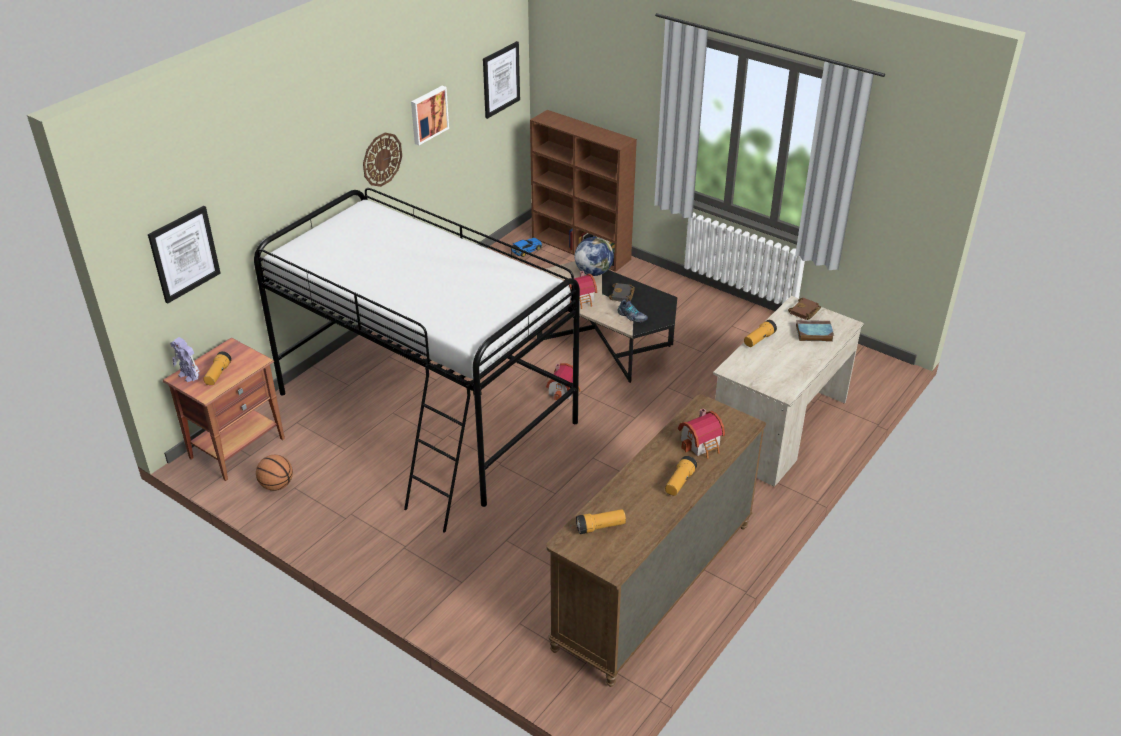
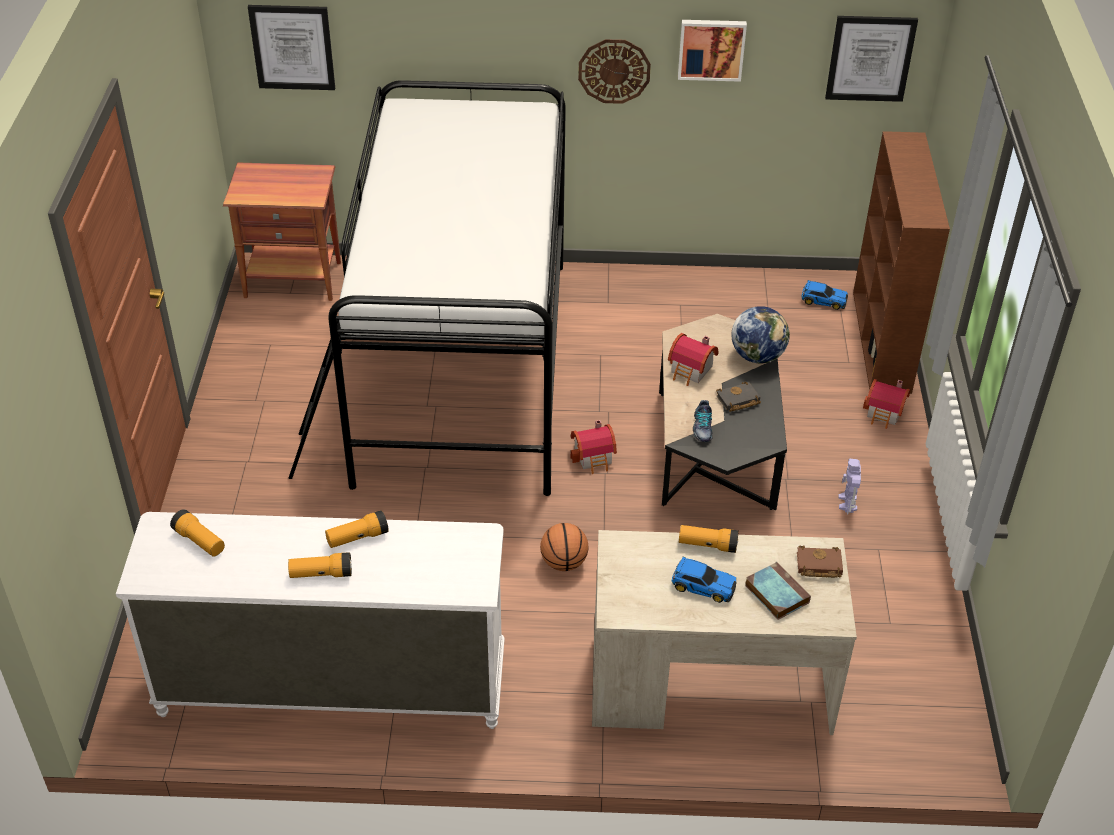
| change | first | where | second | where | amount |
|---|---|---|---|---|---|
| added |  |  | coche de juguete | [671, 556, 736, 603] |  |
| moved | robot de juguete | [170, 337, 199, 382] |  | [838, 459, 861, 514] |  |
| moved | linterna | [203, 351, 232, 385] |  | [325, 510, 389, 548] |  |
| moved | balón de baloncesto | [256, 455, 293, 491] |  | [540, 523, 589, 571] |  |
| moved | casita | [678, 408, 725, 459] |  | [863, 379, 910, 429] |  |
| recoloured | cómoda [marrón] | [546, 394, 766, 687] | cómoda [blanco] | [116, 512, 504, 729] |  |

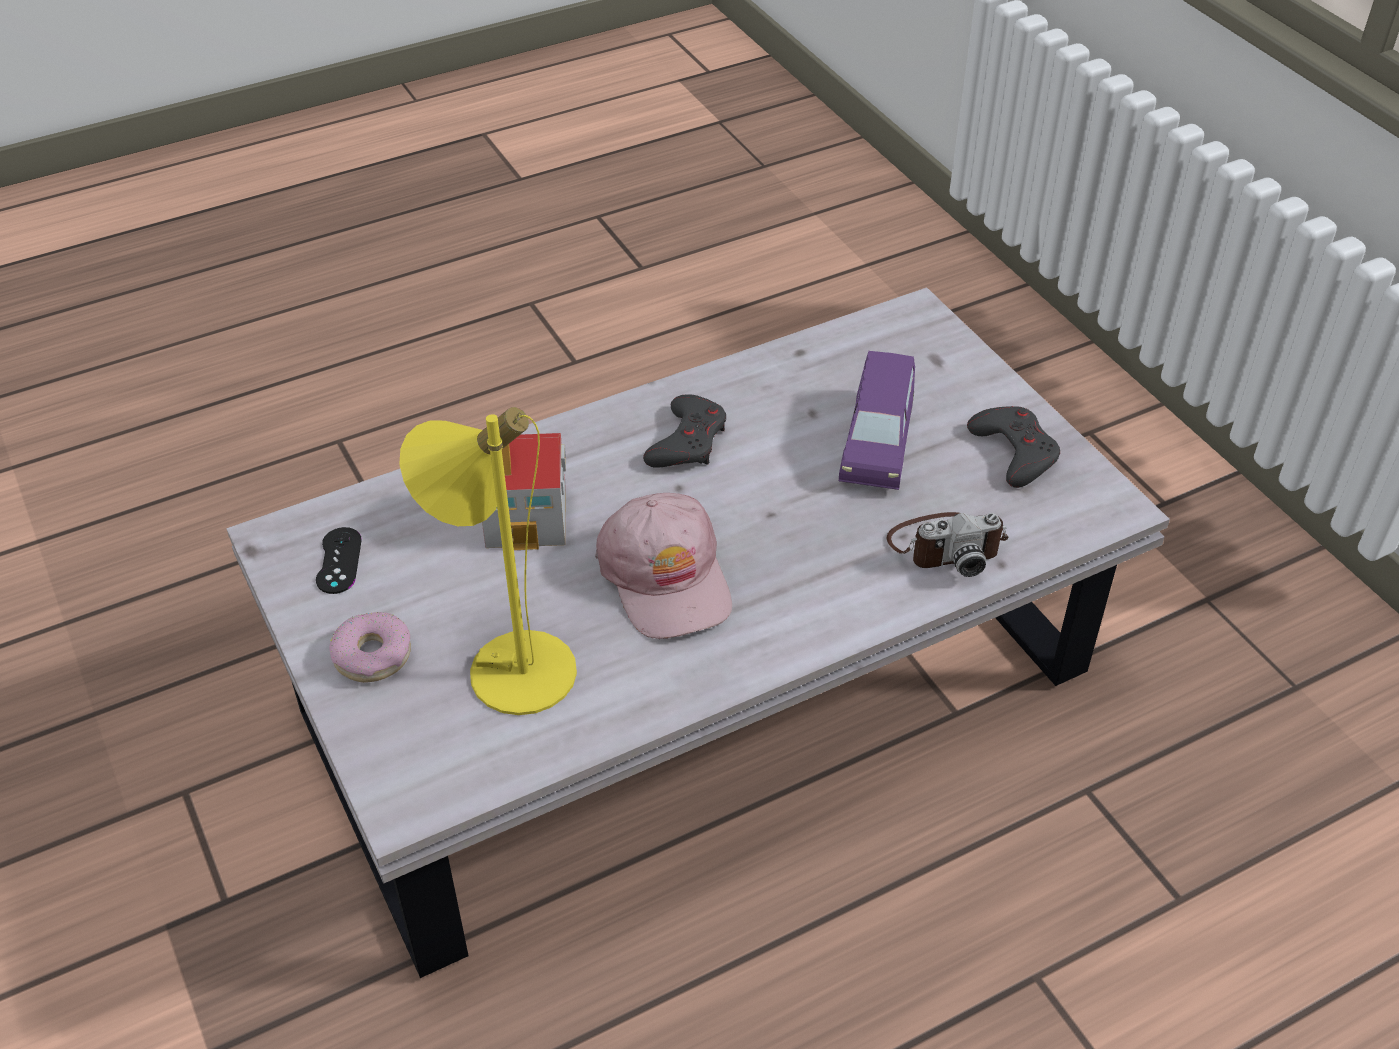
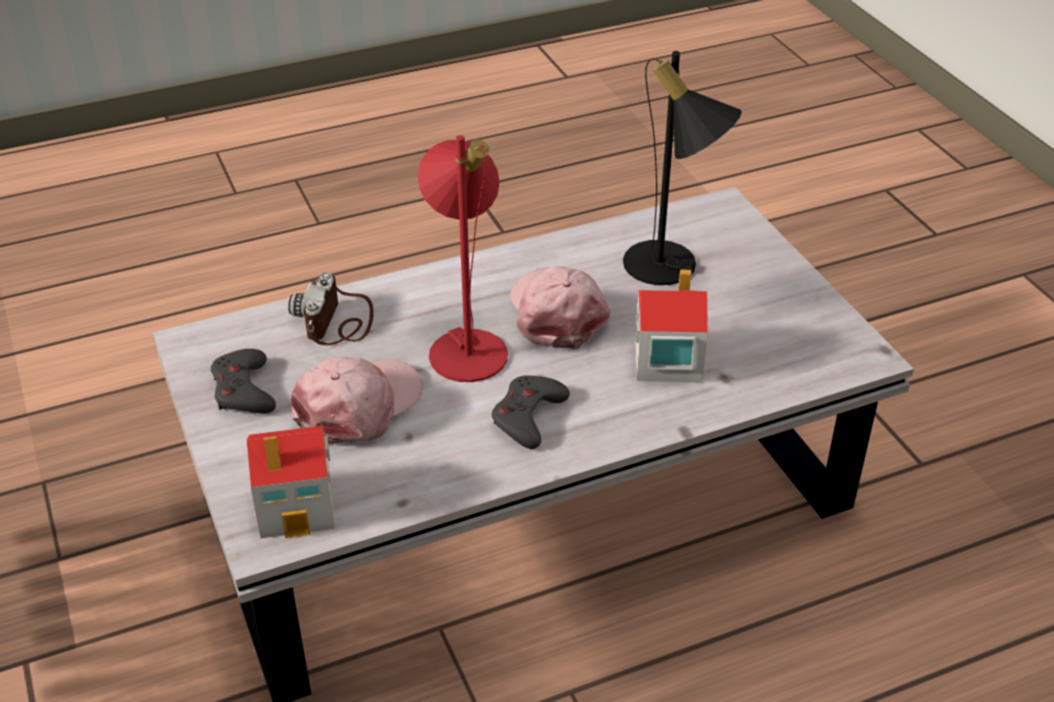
| change | first | where | second | where | amount |
|---|---|---|---|---|---|
| removed | mando de consola [negro] | [316, 527, 362, 594] |  |  |  |
| removed | rosquilla | [329, 612, 411, 683] |  |  |  |
| added |  |  | casita | [247, 426, 335, 538] |  |
| added |  |  | lámpara de mesa [rojo] | [418, 135, 508, 382] |  |
| replaced | coche de juguete [morado] | [839, 351, 915, 490] | gorra [rosa] | [291, 357, 423, 443] |  |
| recoloured | lámpara de mesa [amarillo] | [399, 407, 577, 715] | lámpara de mesa [negro] | [623, 51, 742, 285] |  |
| turned | cámara | [886, 512, 1008, 577] |  | [288, 272, 374, 345] | 75 degrees counterclockwise |

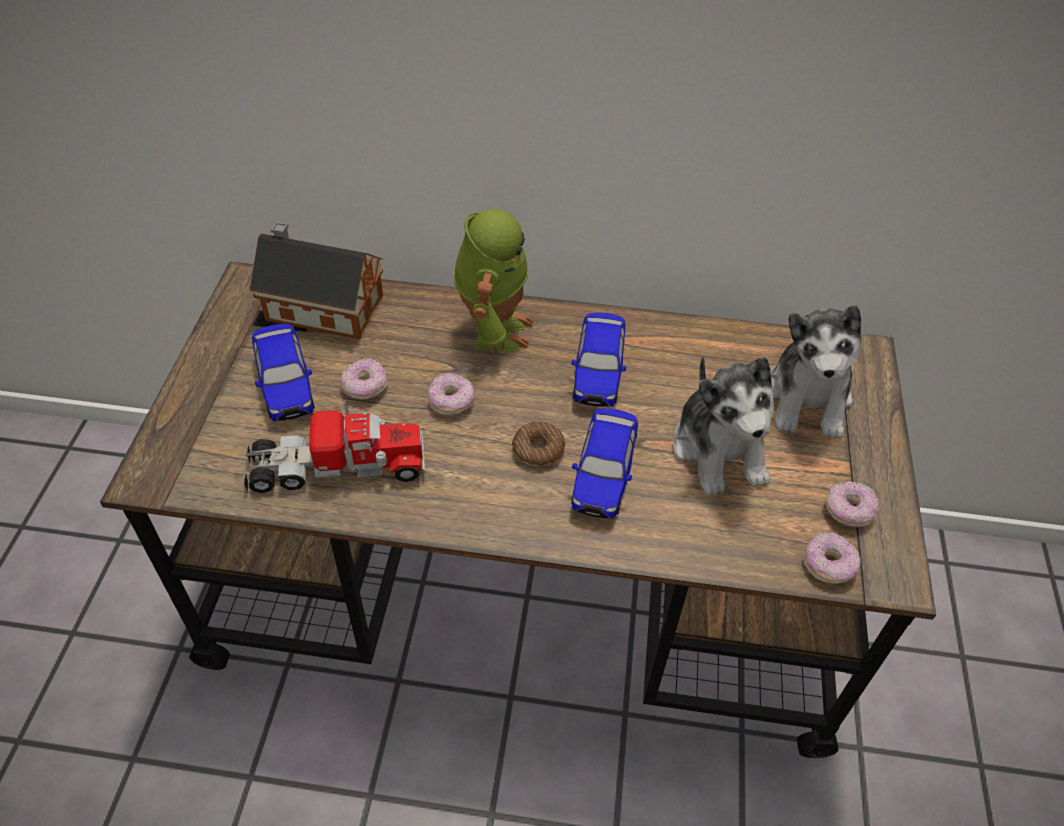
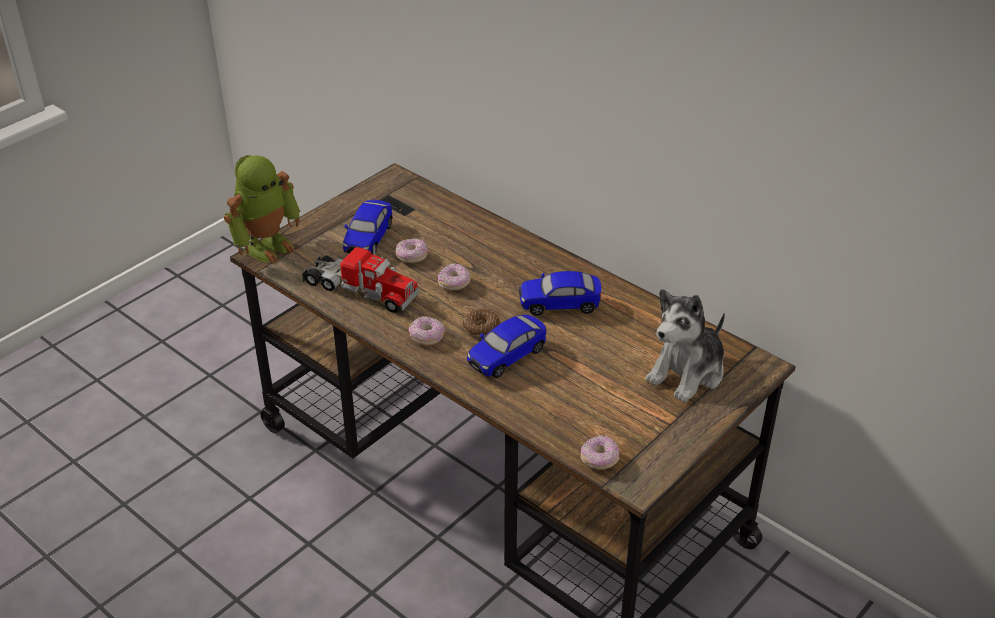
| change | first | where | second | where | amount |
|---|---|---|---|---|---|
| removed | casita | [249, 222, 383, 340] |  |  |  |
| removed | peluche | [673, 355, 774, 496] |  |  |  |
| moved | robot de juguete | [454, 209, 534, 354] |  | [224, 155, 300, 263] |  |
| moved | rosquilla | [825, 481, 879, 527] |  | [409, 316, 444, 346] |  |
| turned | coche de juguete | [571, 313, 626, 407] |  | [519, 271, 601, 316] | 45 degrees clockwise |

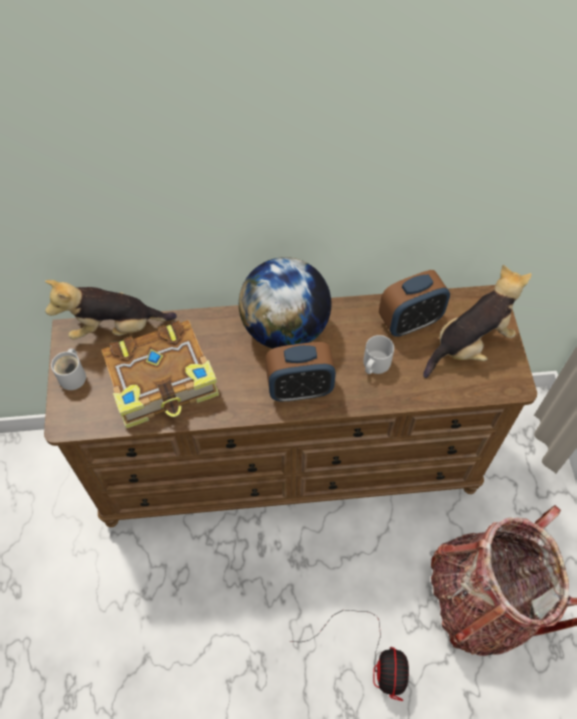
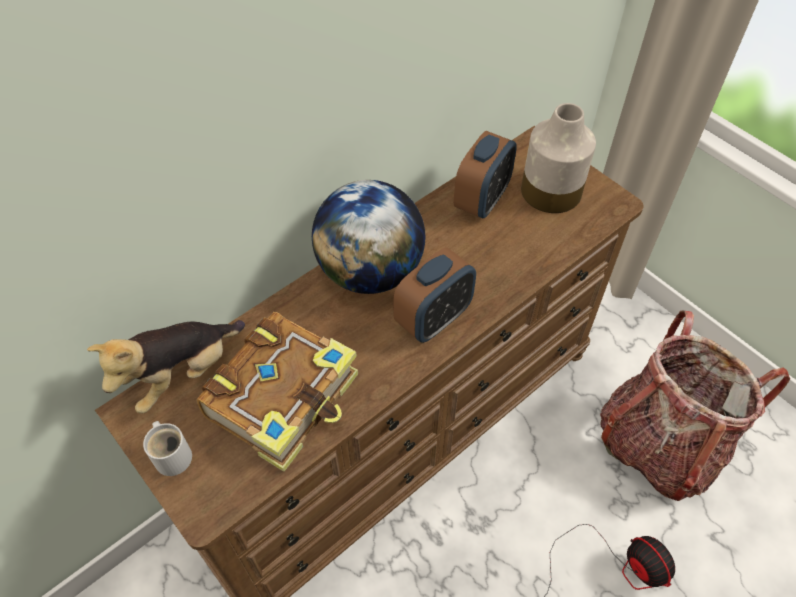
| change | first | where | second | where | amount |
|---|---|---|---|---|---|
| removed | taza grande [gris] | [363, 335, 394, 374] |  |  |  |
| replaced | peluche | [423, 265, 532, 378] | florero [beis] | [521, 103, 596, 213] |  |

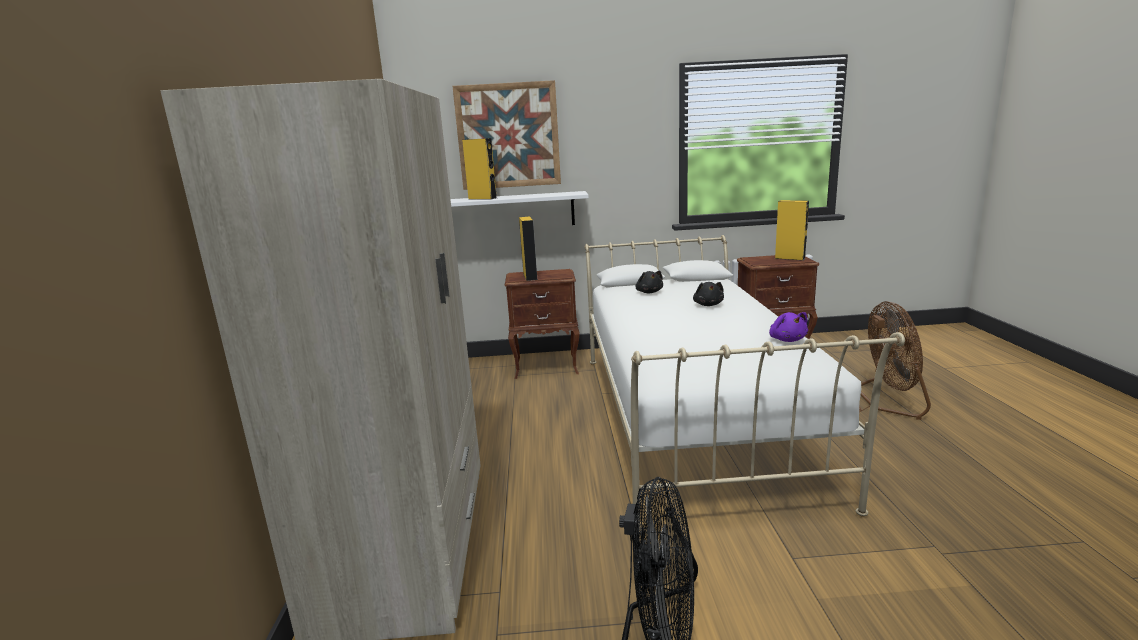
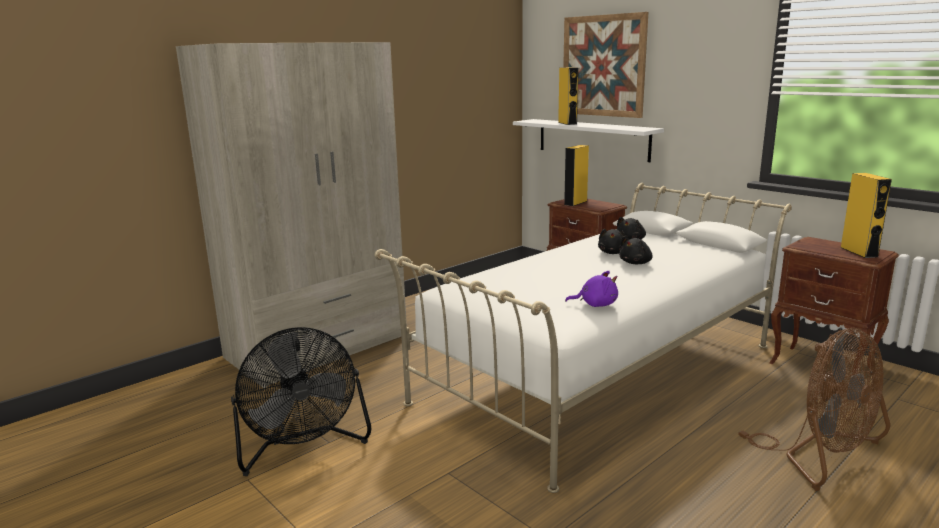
| change | first | where | second | where | amount |
|---|---|---|---|---|---|
| added |  |  | peluche [negro] | [598, 229, 626, 254] |  |
| turned | peluche [morado] | [769, 312, 808, 342] |  | [565, 271, 618, 307] | 120 degrees counterclockwise |

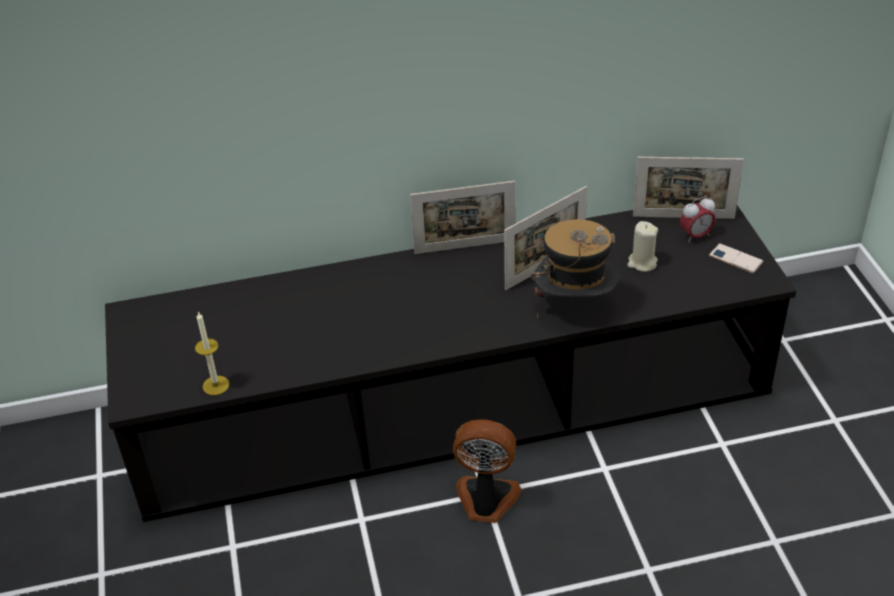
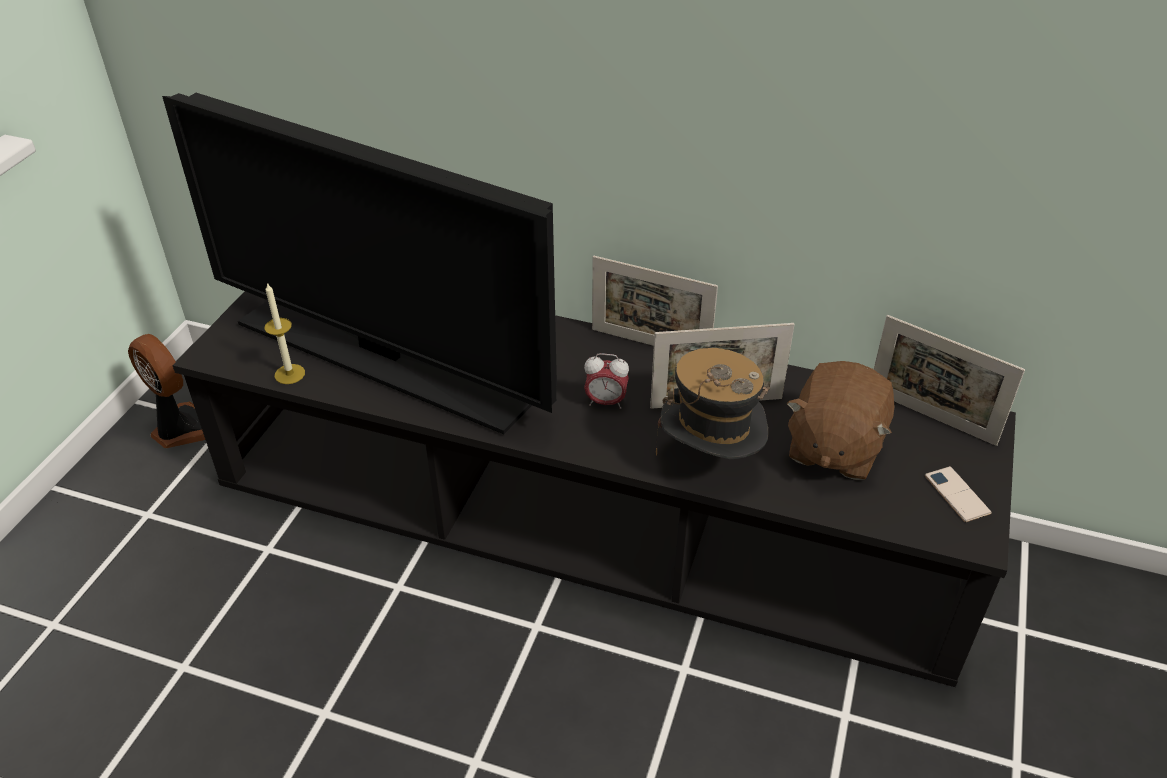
| change | first | where | second | where | amount |
|---|---|---|---|---|---|
| added |  |  | televisor | [162, 93, 557, 434] |  |
| moved | ventilador | [453, 419, 522, 523] |  | [128, 334, 205, 448] |  |
| moved | despertador | [680, 196, 716, 243] |  | [584, 353, 629, 409] |  |
| replaced | vela [beis] | [627, 221, 658, 272] | peluche [marrón] | [786, 361, 894, 480] |  |

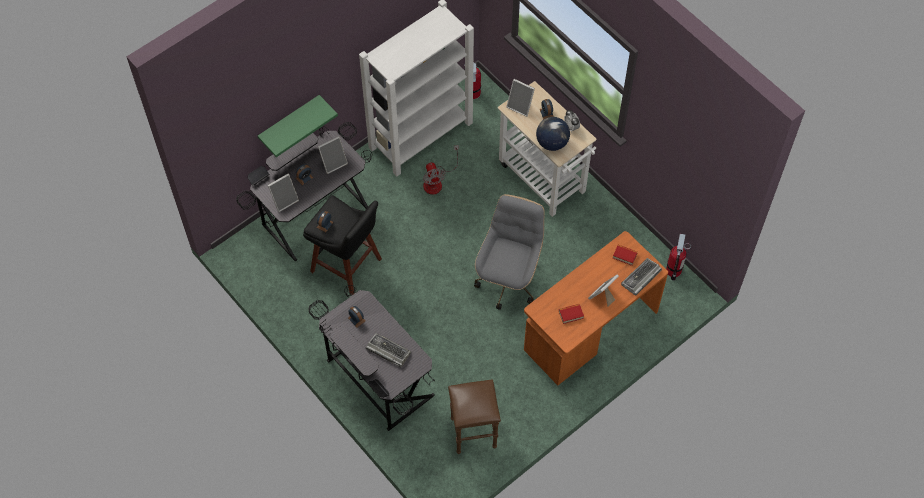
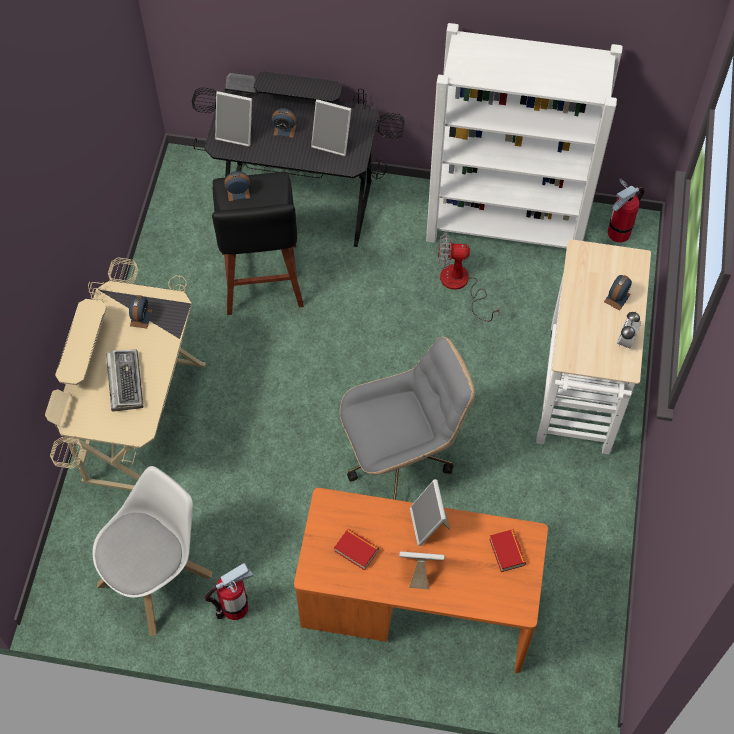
| change | first | where | second | where | amount |
|---|---|---|---|---|---|
| removed | estante [verde] | [258, 95, 338, 157] |  |  |  |
| removed | globo terráqueo | [536, 117, 570, 151] |  |  |  |
| removed | teclado | [621, 258, 662, 296] |  |  |  |
| moved | portarretratos | [506, 79, 535, 117] |  | [410, 479, 450, 546] |  |
| moved | extintor | [666, 234, 691, 281] |  | [204, 563, 253, 620] |  |
| replaced | taburete [marrón] | [448, 380, 501, 454] | silla | [93, 466, 212, 636] |  |
| recoloured | escritorio [negro] | [308, 285, 435, 431] | escritorio [beis] | [45, 258, 206, 491] |  |
| turned | ventilador | [423, 145, 459, 195] |  | [438, 233, 500, 322] | 60 degrees clockwise |

